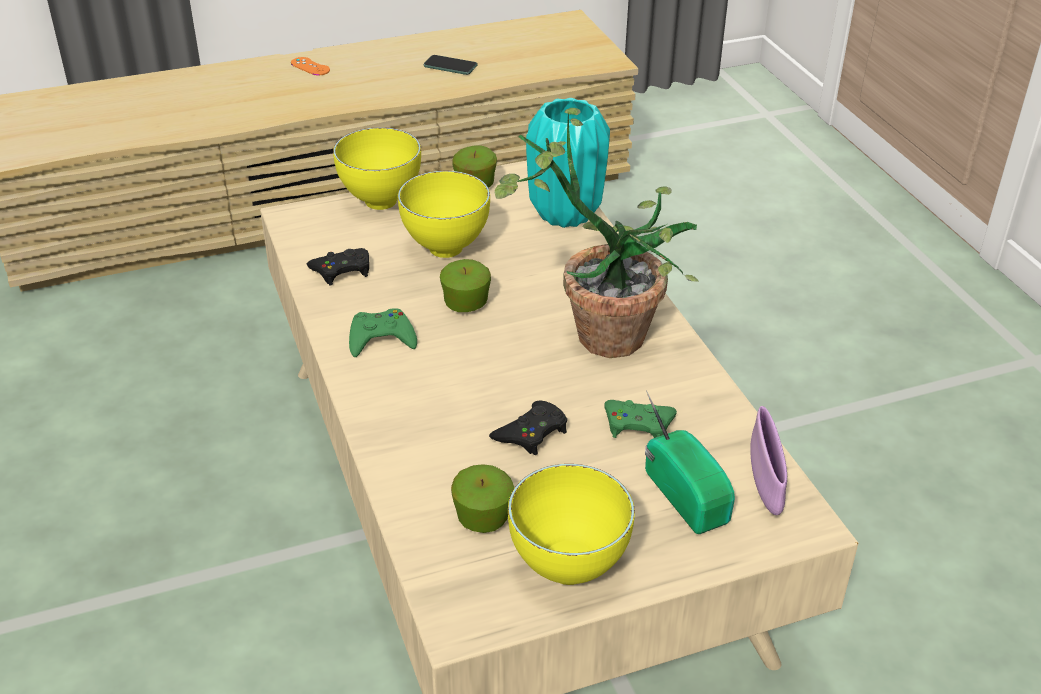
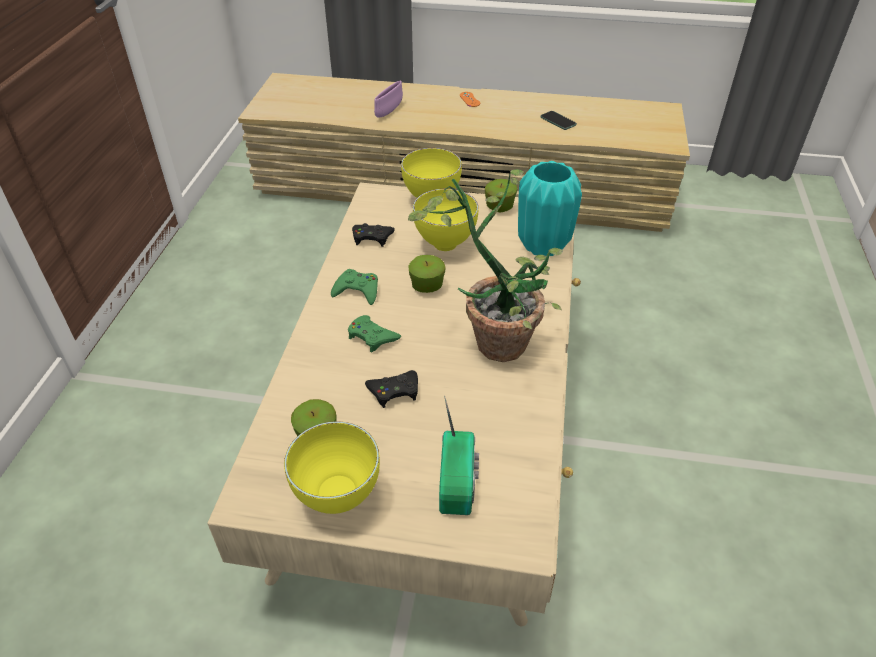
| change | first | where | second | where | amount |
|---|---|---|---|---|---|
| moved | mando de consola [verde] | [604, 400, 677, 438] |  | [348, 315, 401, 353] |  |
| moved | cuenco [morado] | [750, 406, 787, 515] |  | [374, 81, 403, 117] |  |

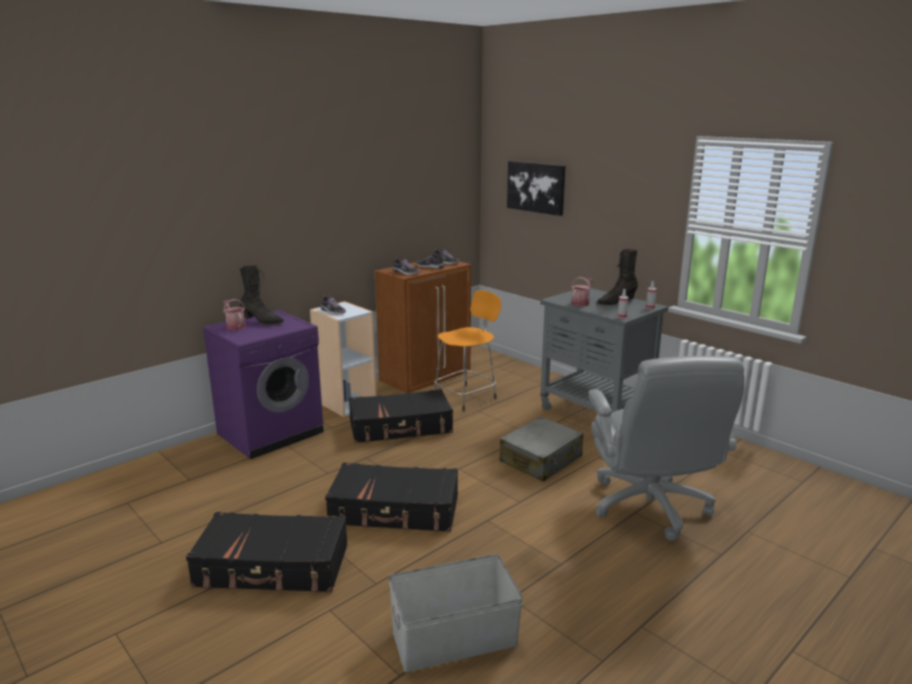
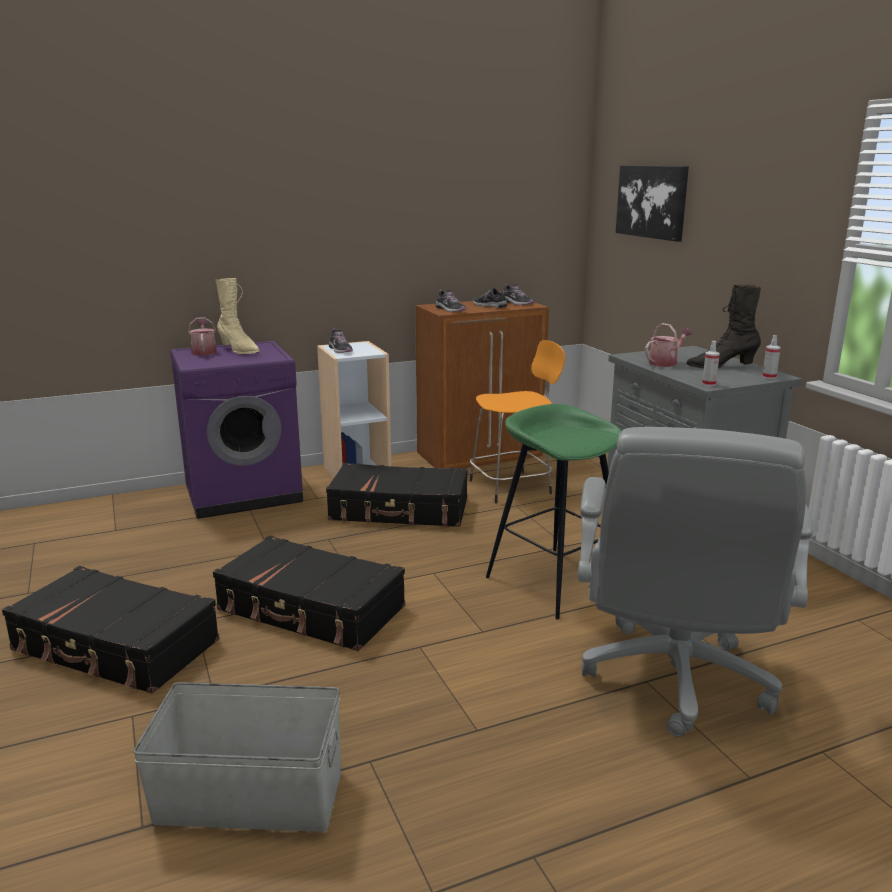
| change | first | where | second | where | amount |
|---|---|---|---|---|---|
| replaced | maleta [gris] | [499, 416, 584, 482] | taburete [verde] | [486, 404, 622, 620] |  |
| recoloured | bota [negro] | [240, 265, 284, 325] | bota [beis] | [215, 278, 260, 354] |  |

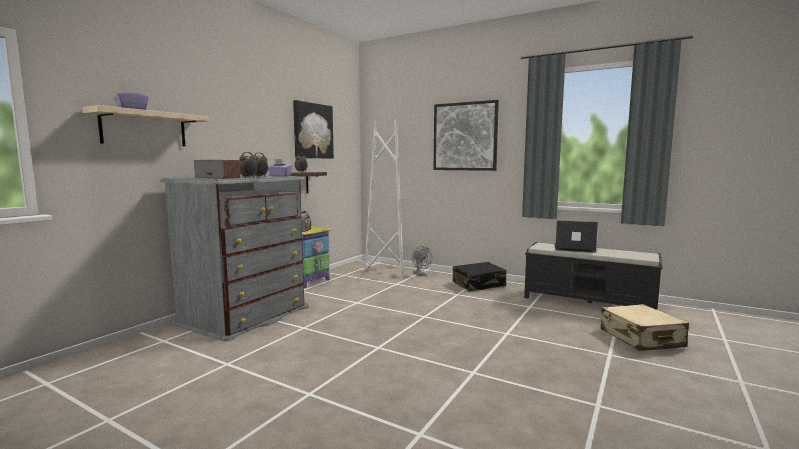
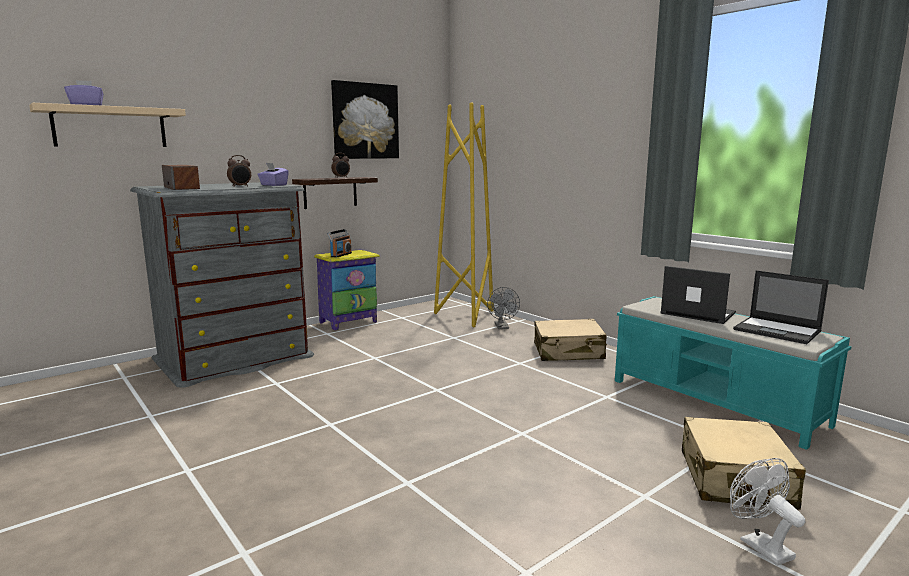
| change | first | where | second | where | amount |
|---|---|---|---|---|---|
| removed | despertador | [239, 152, 257, 178] |  |  |  |
| removed | cuadro | [434, 100, 499, 171] |  |  |  |
| added |  |  | ventilador [blanco] | [730, 458, 805, 566] |  |
| added |  |  | portátil | [733, 270, 829, 344] |  |
| recoloured | perchero [blanco] | [364, 120, 403, 277] | perchero [amarillo] | [434, 102, 494, 327] |  |
| recoloured | maleta [negro] | [453, 262, 507, 292] | maleta [beis] | [534, 319, 607, 361] |  |
| recoloured | banco [negro] | [524, 242, 663, 310] | banco [turquesa] | [615, 296, 851, 450] |  |

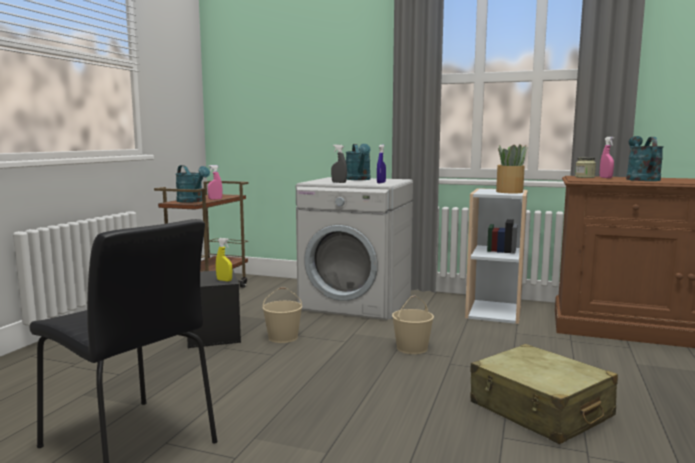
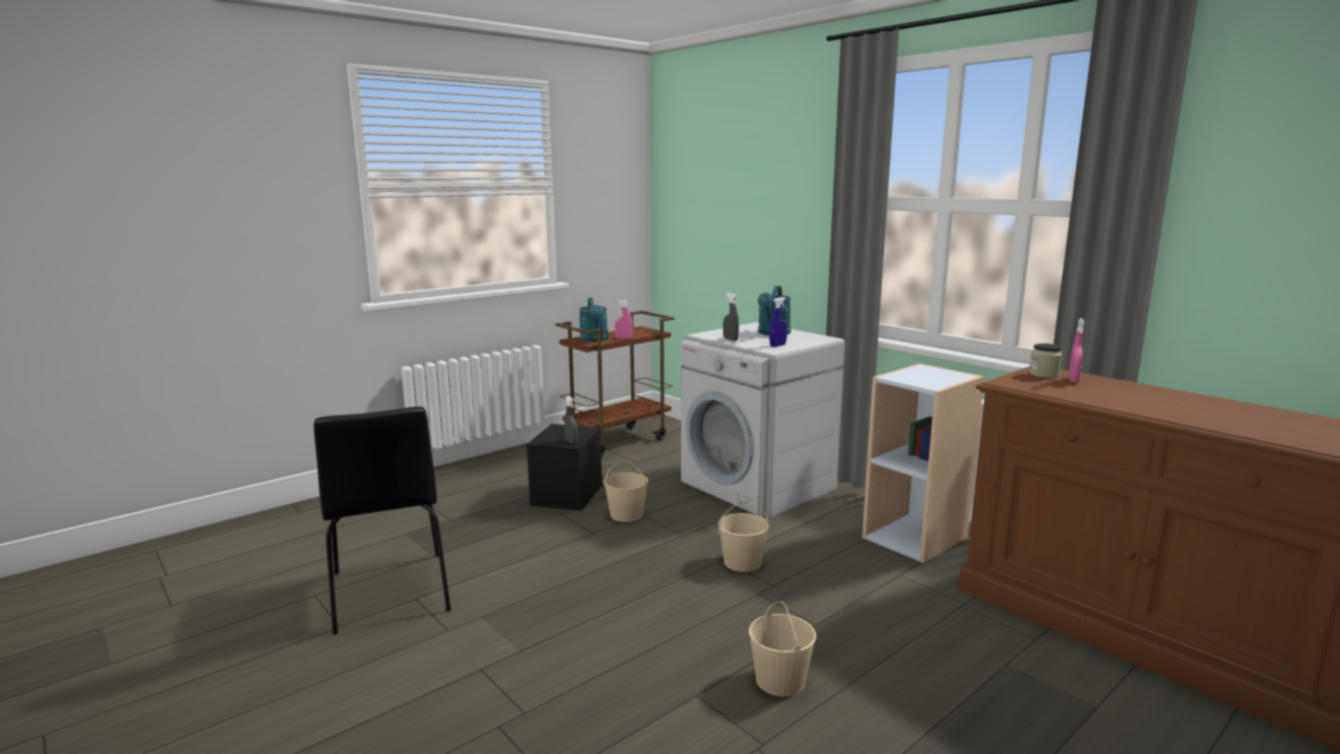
| change | first | where | second | where | amount |
|---|---|---|---|---|---|
| removed | planta en maceta | [496, 144, 527, 193] |  |  |  |
| removed | regadera [turquesa] | [626, 136, 664, 181] |  |  |  |
| replaced | maleta [beis] | [471, 344, 618, 444] | cubo [beis] | [749, 601, 816, 696] |  |
| recoloured | pulverizador [amarillo] | [216, 238, 232, 281] | pulverizador [gris] | [564, 396, 578, 444] |  |

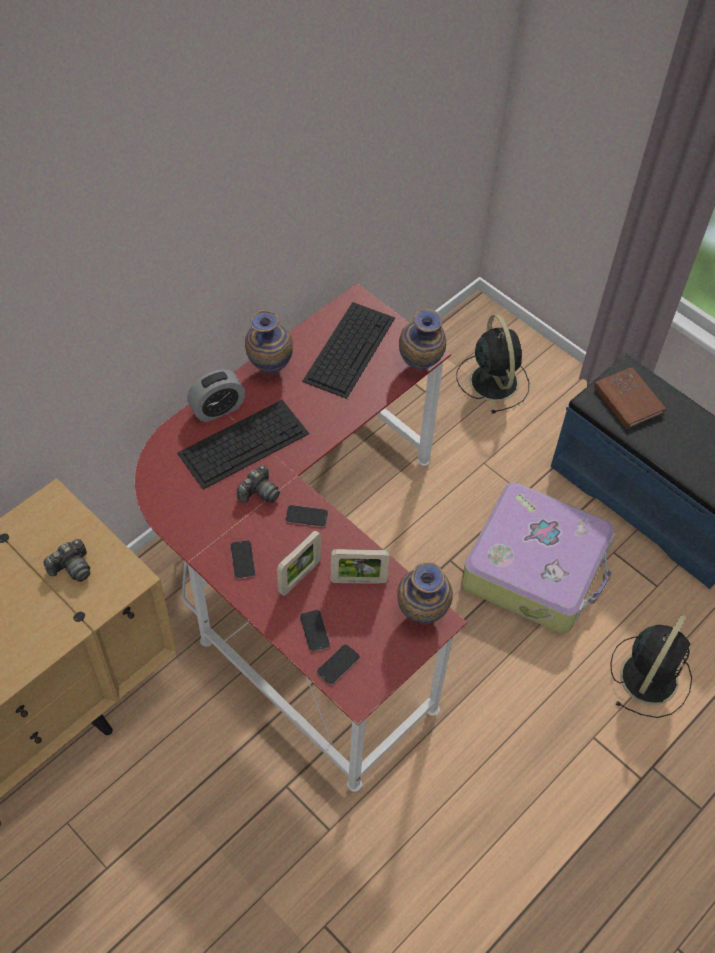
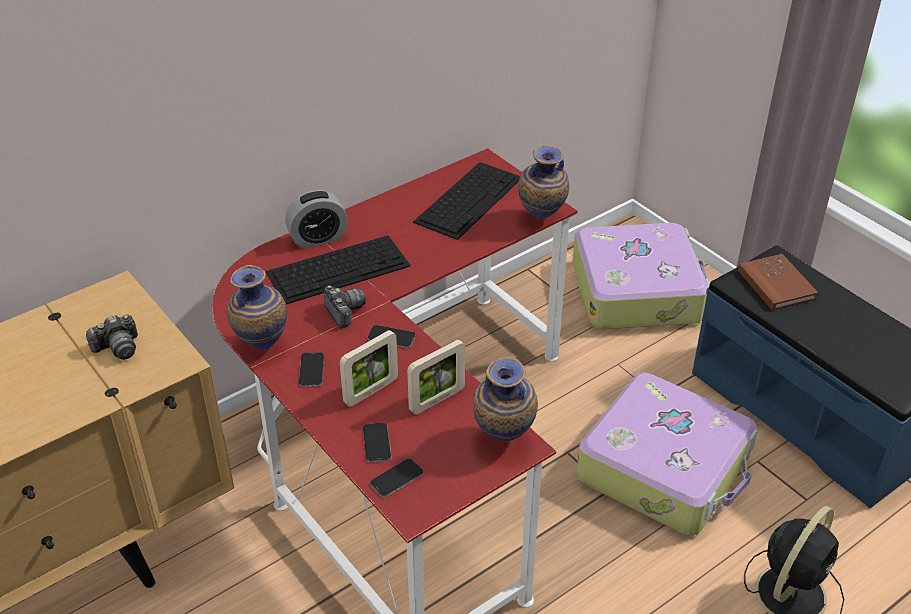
| change | first | where | second | where | amount |
|---|---|---|---|---|---|
| moved | florero | [245, 310, 293, 374] |  | [227, 265, 287, 351] |  |
| replaced | ventilador [negro] | [456, 314, 529, 414] | maleta | [573, 223, 710, 329] |  |
| turned | cámara | [237, 465, 280, 503] |  | [324, 285, 366, 329] | 75 degrees counterclockwise |
| turned | portarretratos | [331, 549, 389, 584] |  | [407, 340, 465, 415] | 45 degrees counterclockwise |

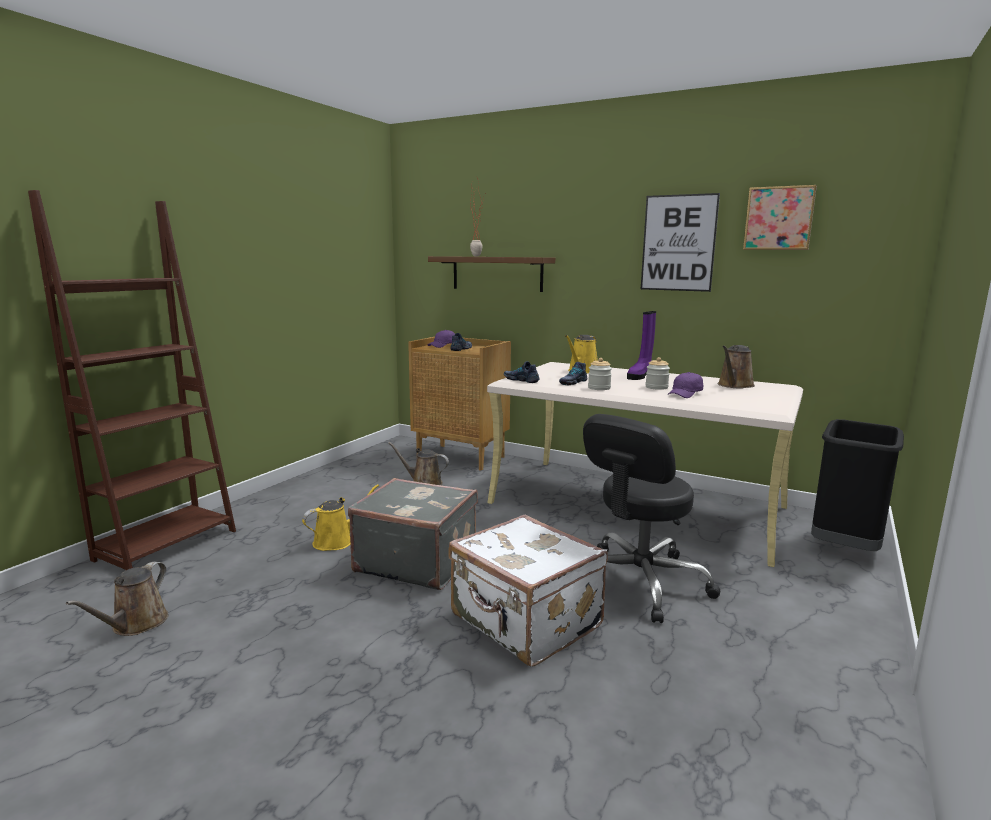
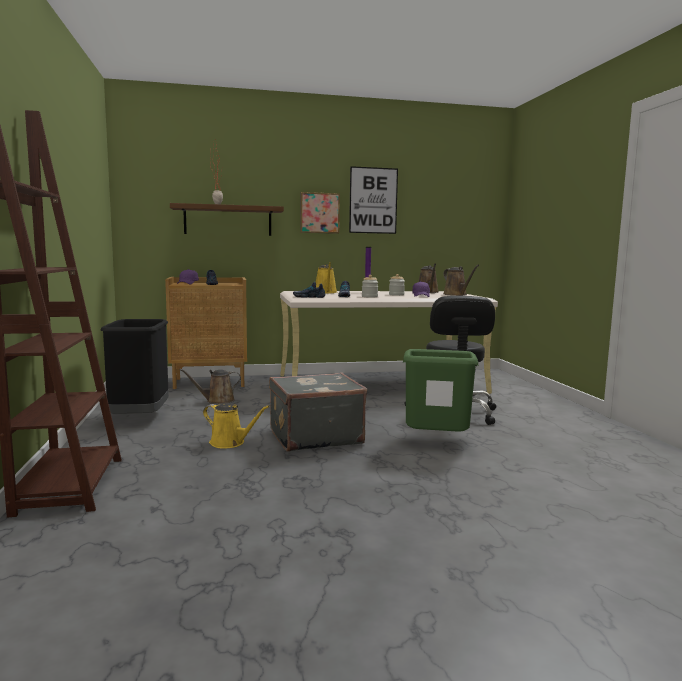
| change | first | where | second | where | amount |
|---|---|---|---|---|---|
| moved | regadera [marrón] | [66, 562, 169, 636] |  | [443, 265, 479, 296] |  |
| moved | cuadro | [743, 185, 817, 250] |  | [300, 192, 340, 234] |  |
| moved | papelera [negro] | [811, 419, 904, 551] |  | [101, 319, 169, 414] |  |
| replaced | maleta [blanco] | [448, 514, 608, 667] | papelera [verde] | [403, 349, 478, 432] |  |
| turned | regadera [amarillo] | [302, 484, 379, 551] |  | [203, 403, 269, 448] | 105 degrees clockwise |

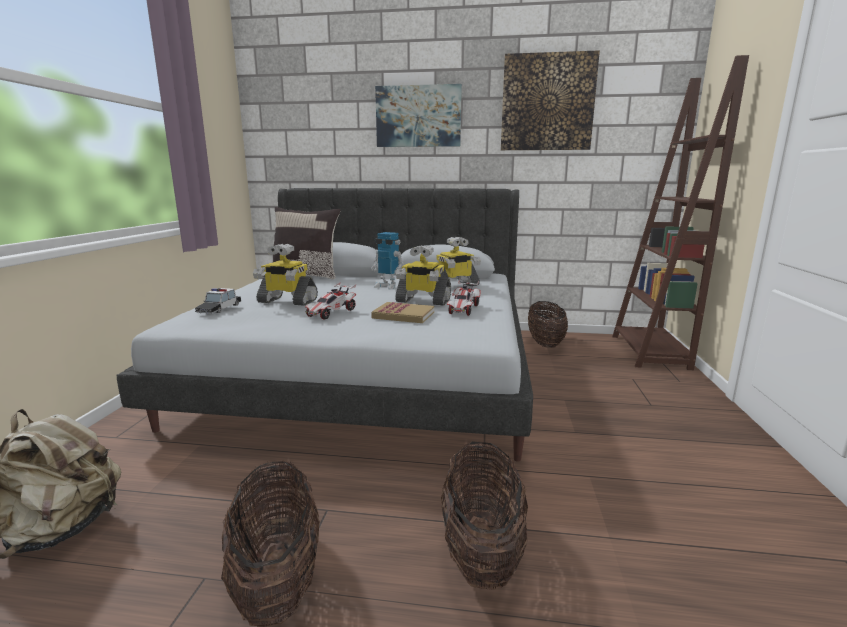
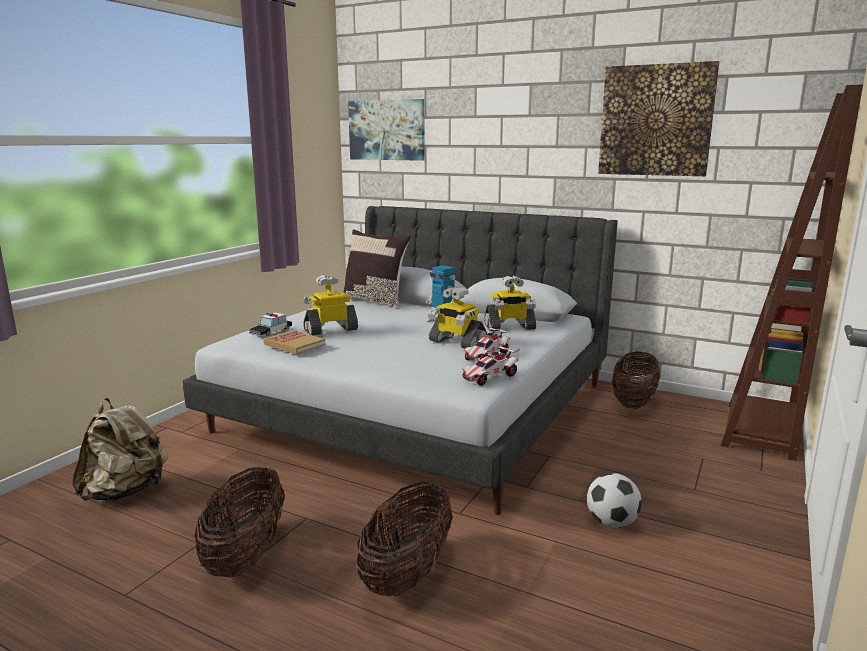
| change | first | where | second | where | amount |
|---|---|---|---|---|---|
| added |  |  | balón de fútbol | [587, 473, 642, 528] |  |
| moved | coche de juguete | [305, 282, 356, 320] |  | [462, 343, 520, 386] |  |
| moved | libro | [371, 302, 434, 323] |  | [263, 330, 326, 354] |  |
| moved | cuadro | [375, 84, 462, 147] |  | [348, 99, 425, 161] |  |
| turned | robot de juguete | [253, 244, 318, 306] |  | [303, 275, 358, 335] | 120 degrees clockwise |

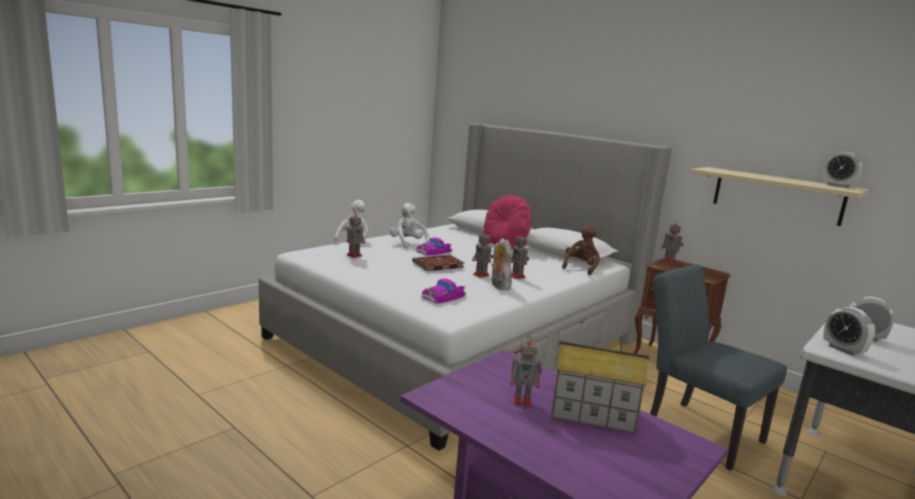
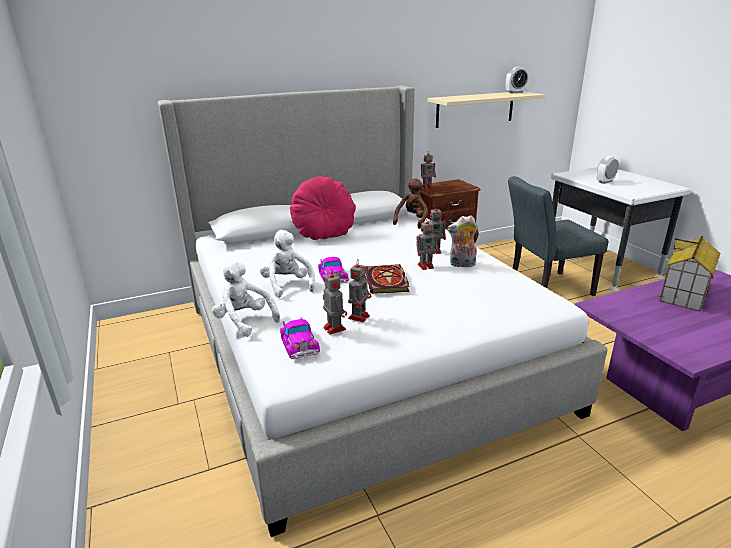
| change | first | where | second | where | amount |
|---|---|---|---|---|---|
| removed | despertador | [823, 307, 875, 356] |  |  |  |
| moved | coche de juguete | [421, 279, 466, 304] |  | [280, 318, 320, 359] |  |
| moved | robot de juguete | [511, 336, 542, 407] |  | [348, 259, 371, 322] |  |
| turned | peluche [blanco] | [390, 203, 430, 248] |  | [260, 230, 315, 298] | 75 degrees clockwise |
| turned | peluche [marrón] | [562, 225, 600, 275] |  | [393, 178, 428, 229] | 60 degrees clockwise |

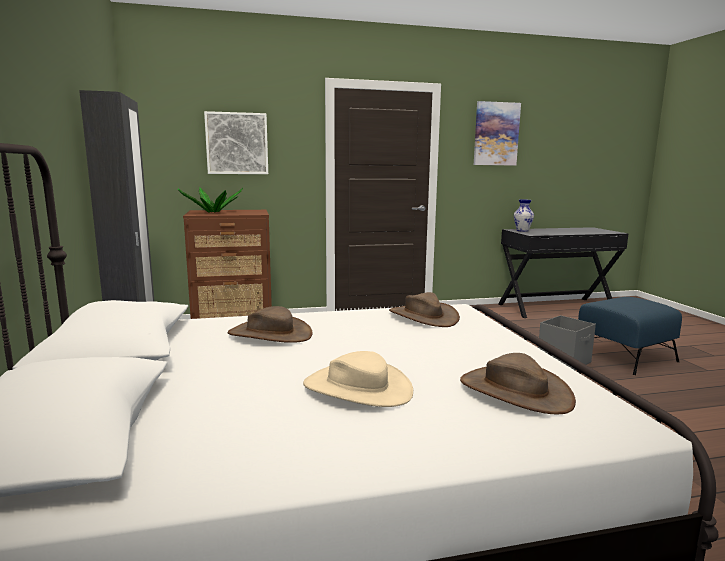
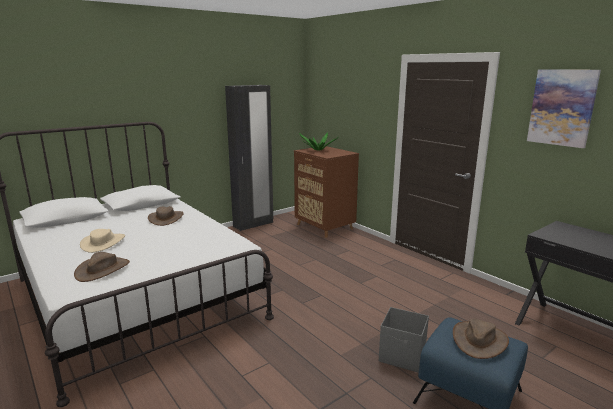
| change | first | where | second | where | amount |
|---|---|---|---|---|---|
| removed | cuadro | [204, 111, 268, 174] |  |  |  |
| removed | florero | [514, 199, 534, 232] |  |  |  |
| moved | sombrero [marrón] | [389, 292, 460, 327] |  | [453, 318, 509, 359] |  |

